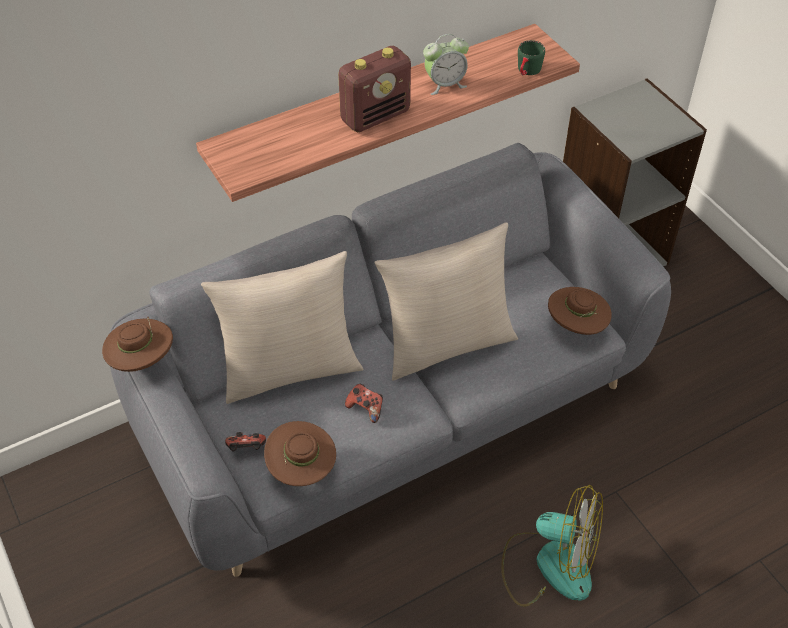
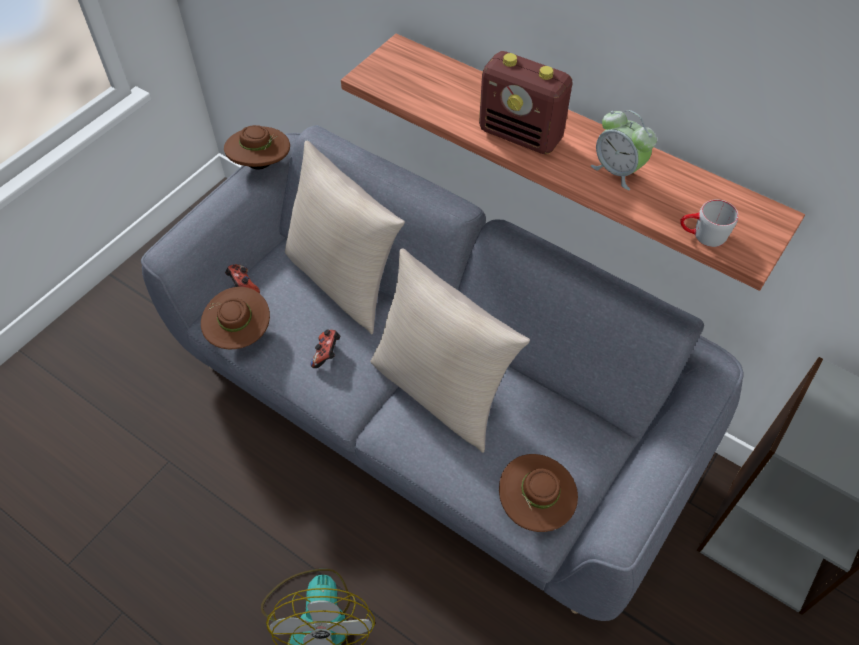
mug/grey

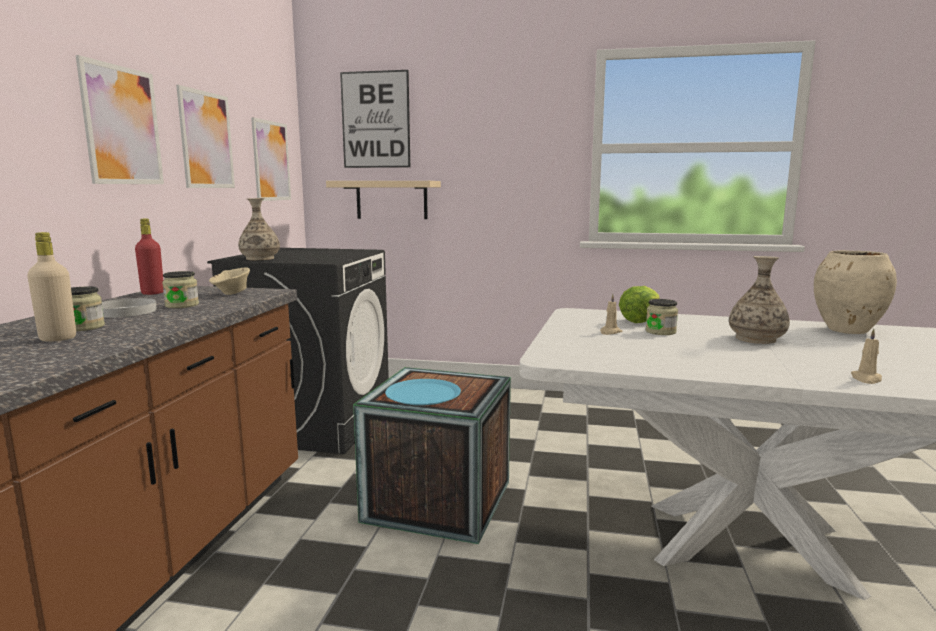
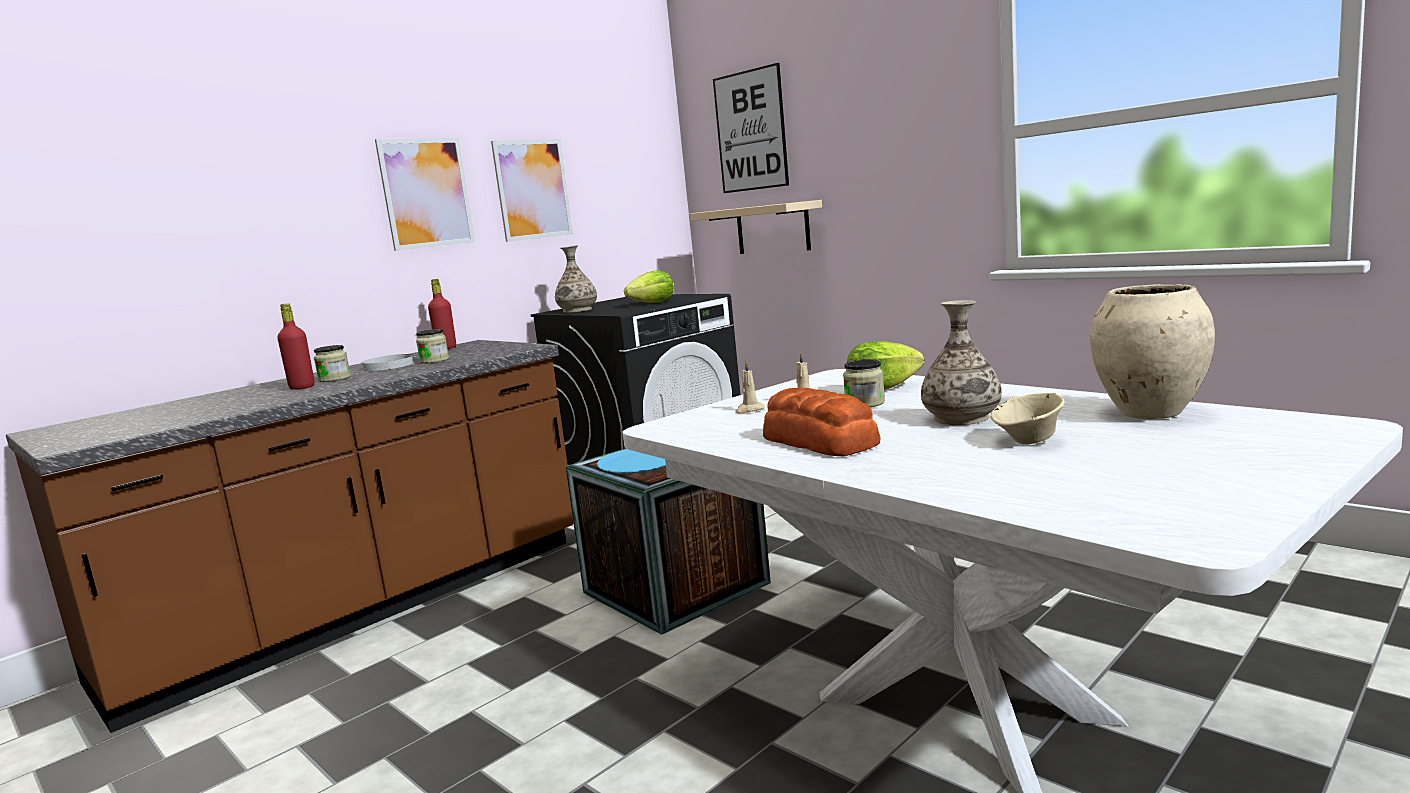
bottle/red (1st from left)
bowl/beige
picture (3rd from left in the first image)
candle/beige (1st from left)
lettuce (1st from left)
bread

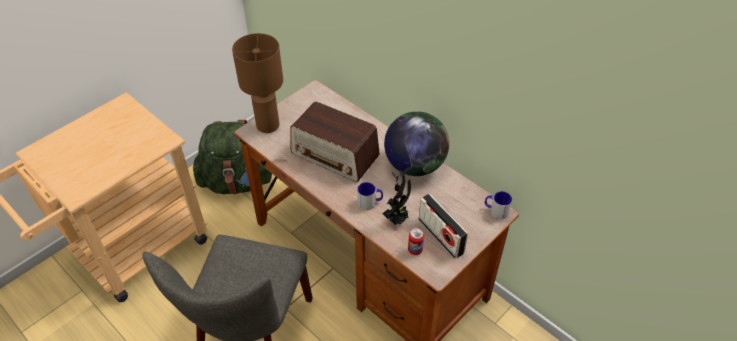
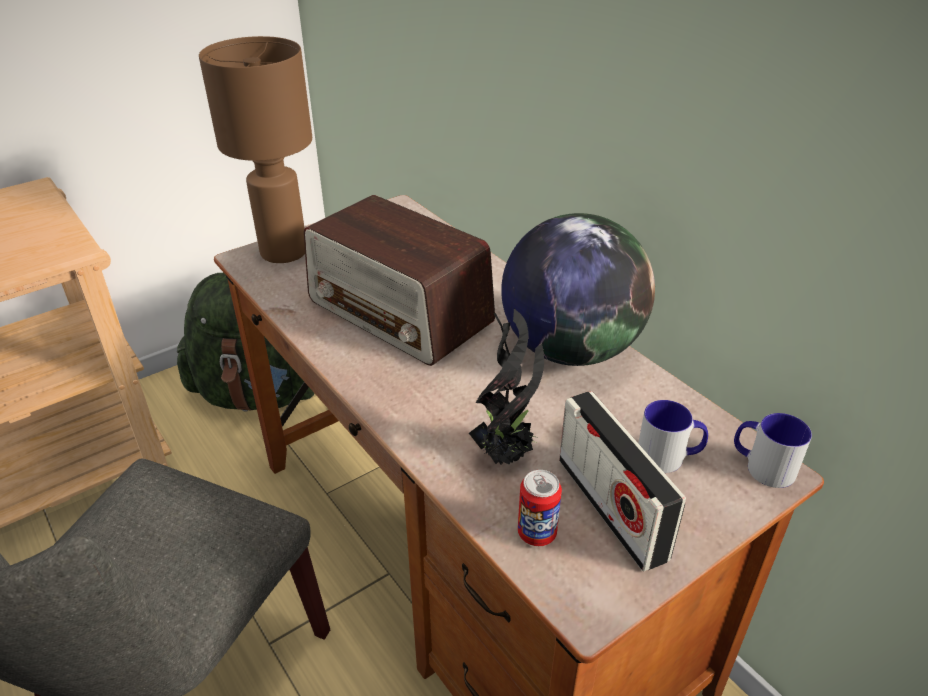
mug (1st from left)

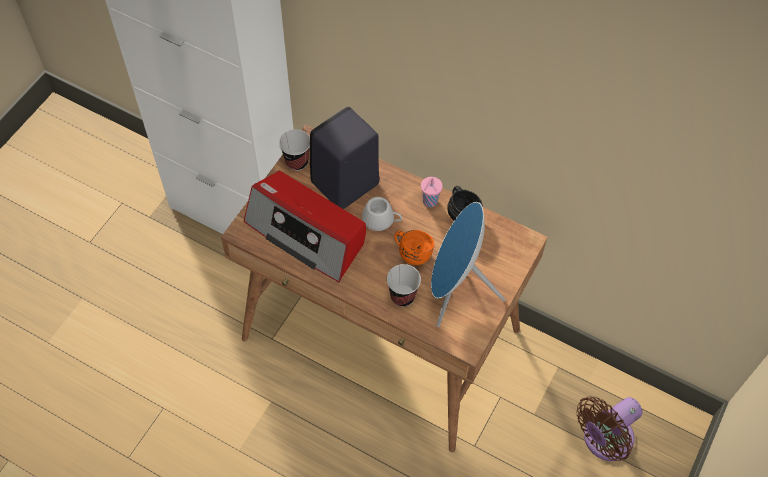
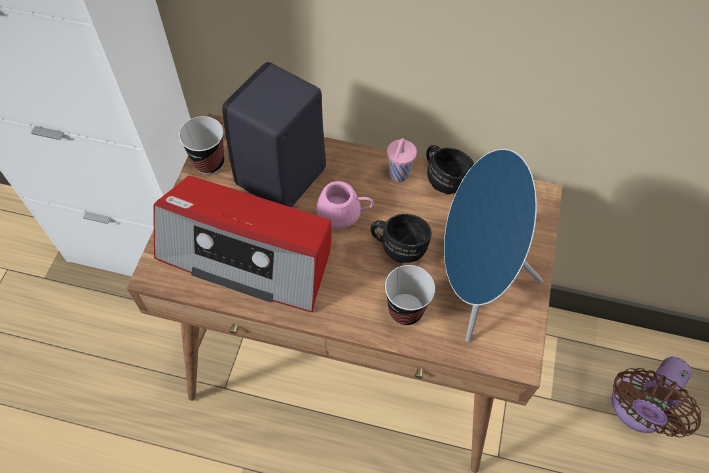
mug/pink
mug/black (1st from left)

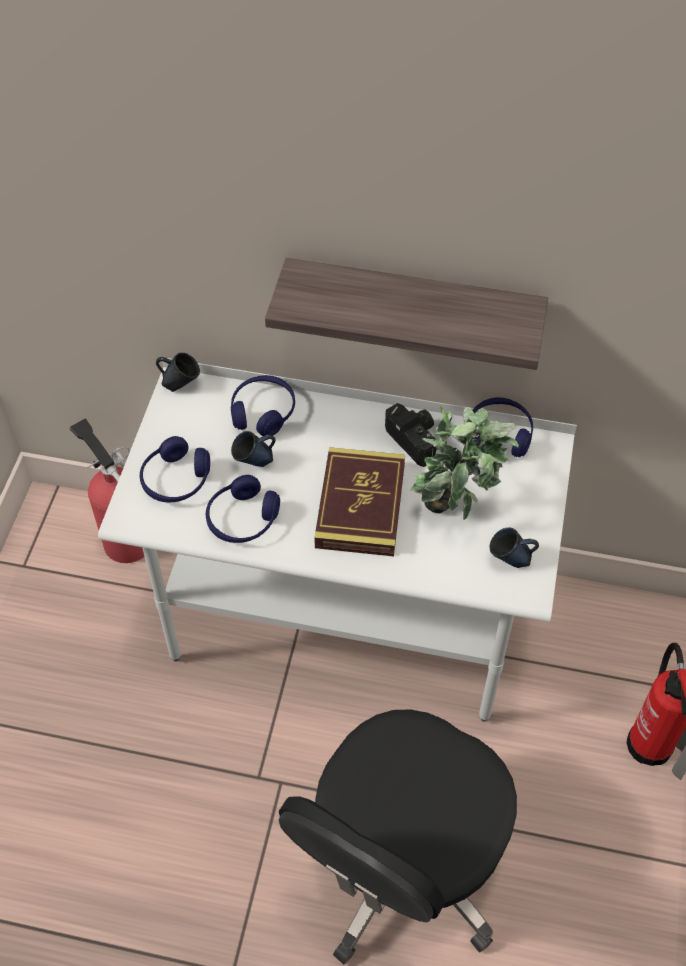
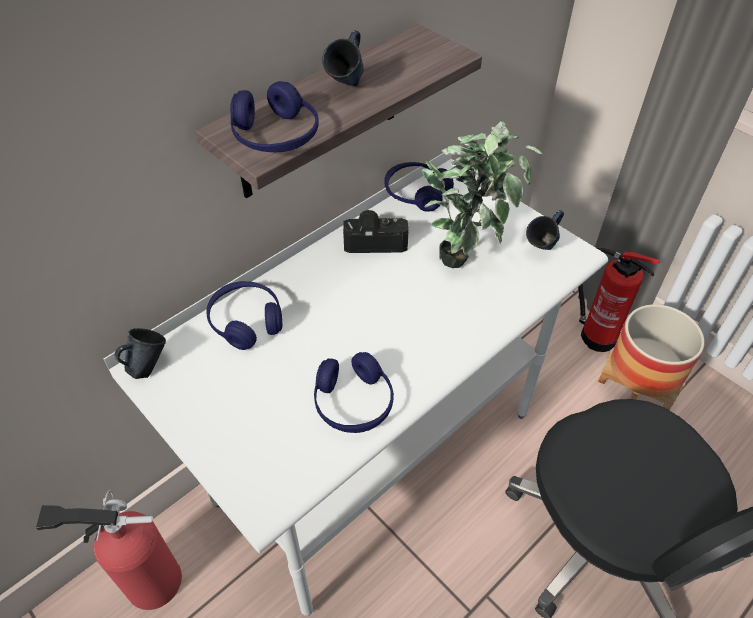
headphones/blue (2nd from left)
mug/blue (2nd from left)
book
planter

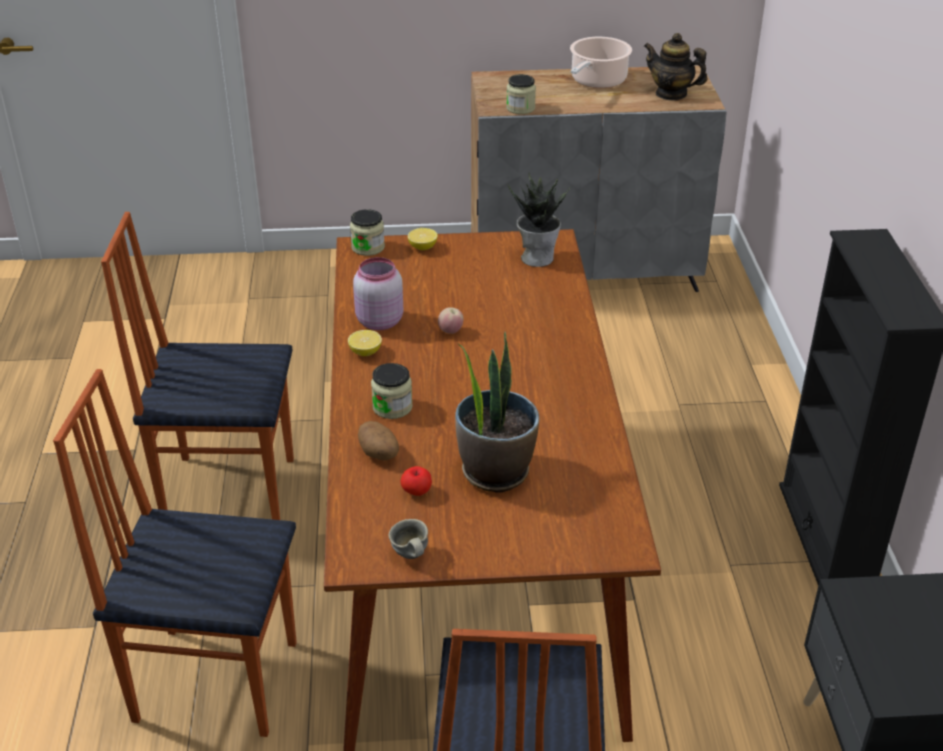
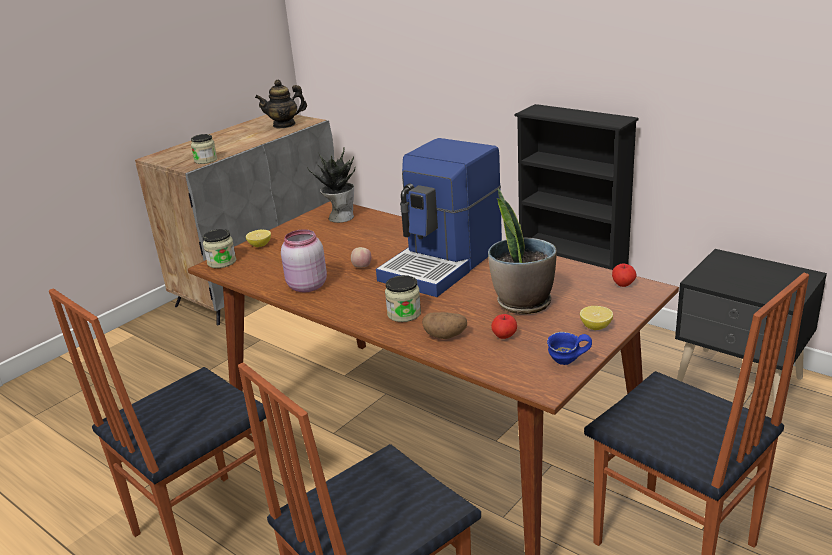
lemon (2nd from left)
mug/blue
cooking pot
coffee machine
apple (3rd from left)

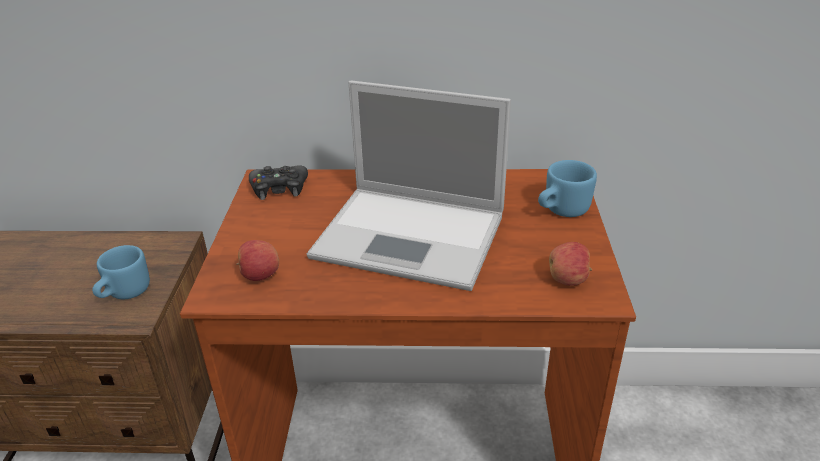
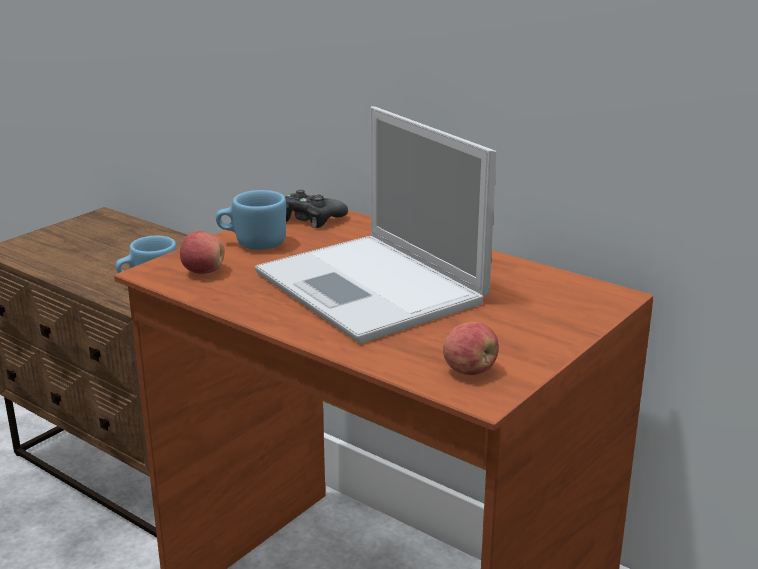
mug/blue (2nd from left)

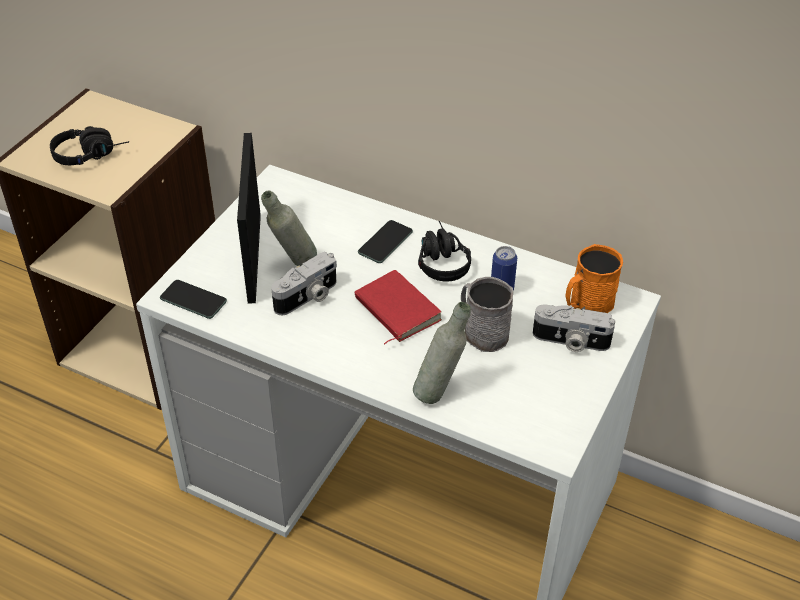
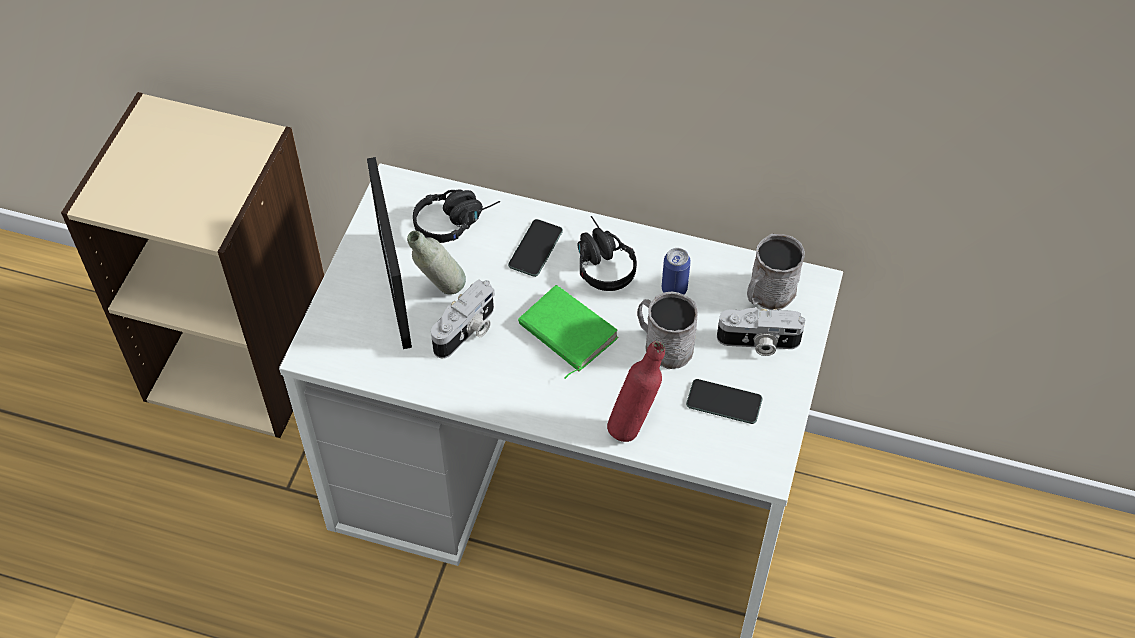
headphones/black (1st from left)
phone (2nd from left)
book/green
bottle/red
mug/grey (2nd from left)

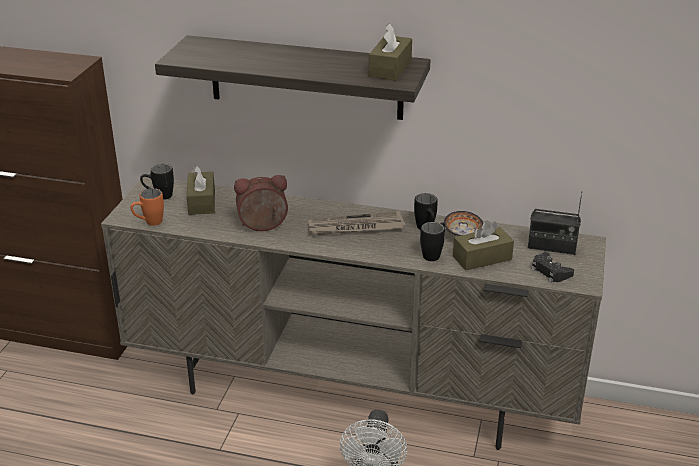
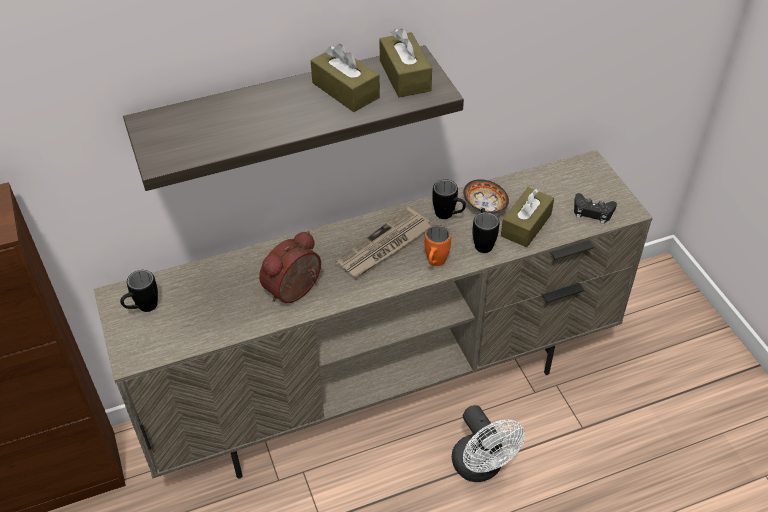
mug/orange
tissue box/brown (1st from left)
radio

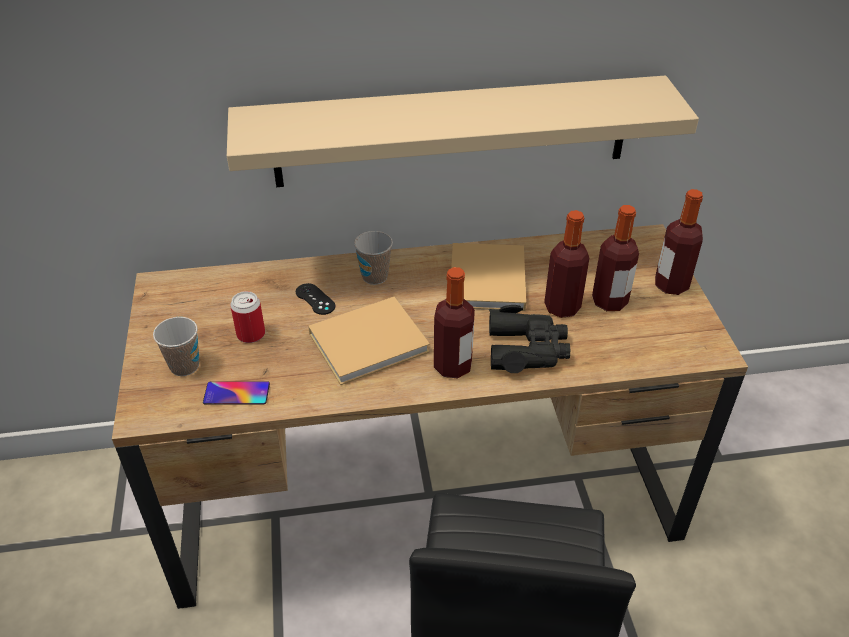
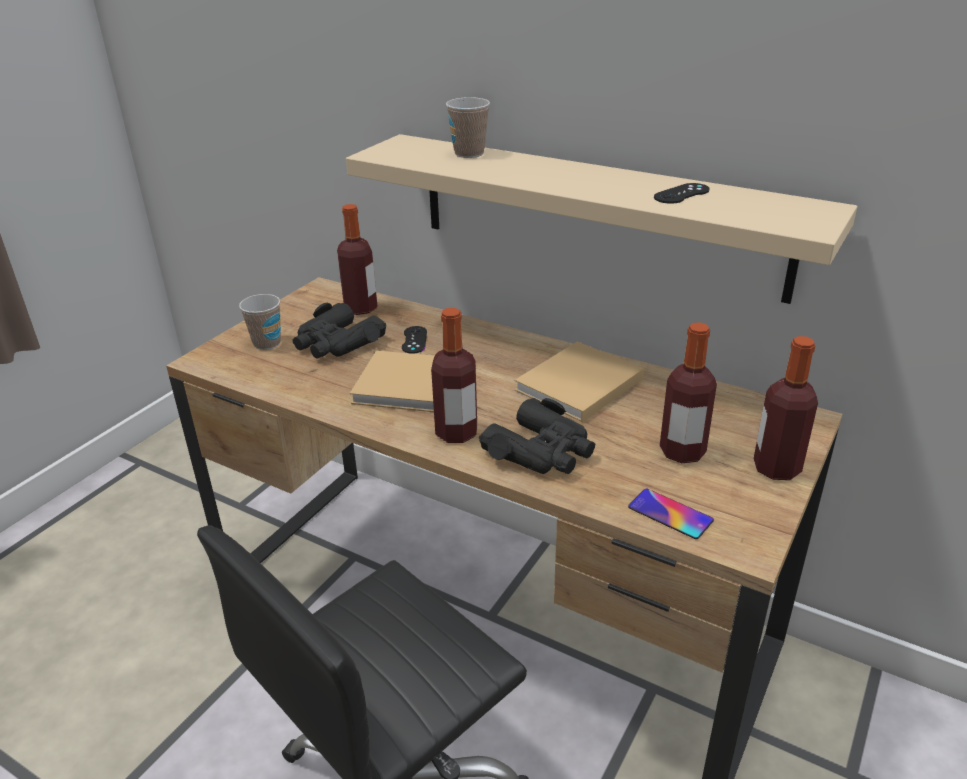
phone
binoculars/black (1st from left)
cup (2nd from left)
bottle (1st from left)
game controller/black (2nd from left)

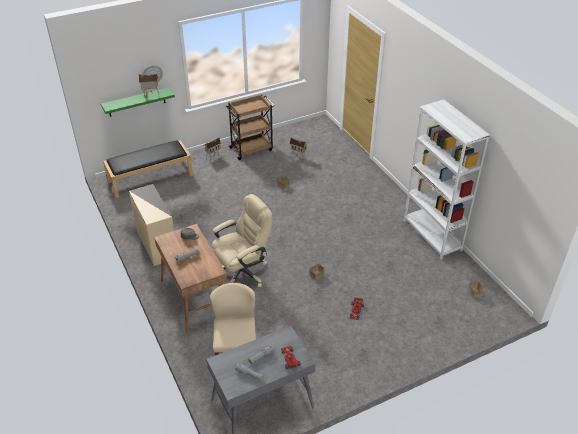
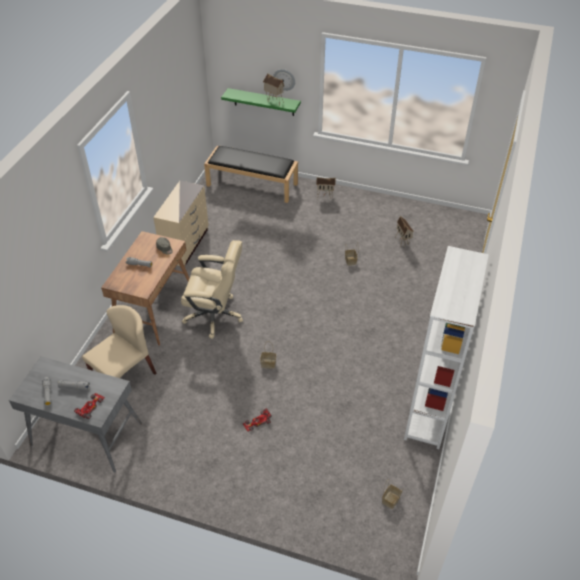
cart/brown

